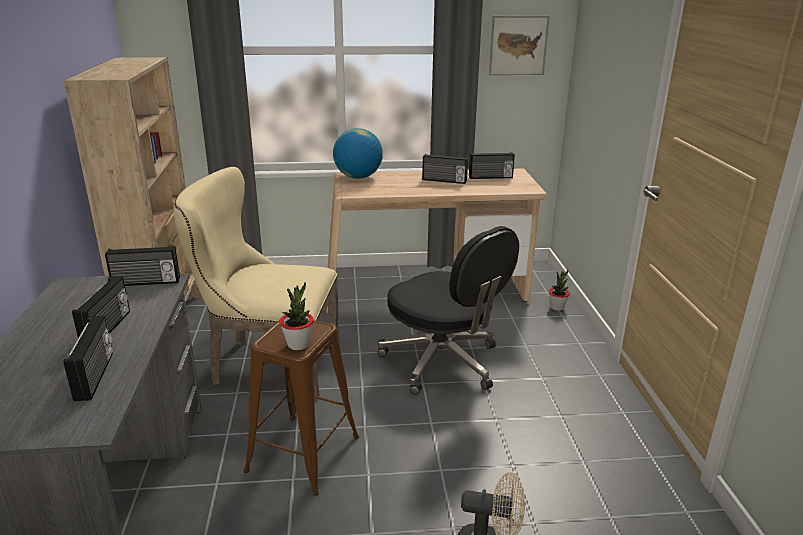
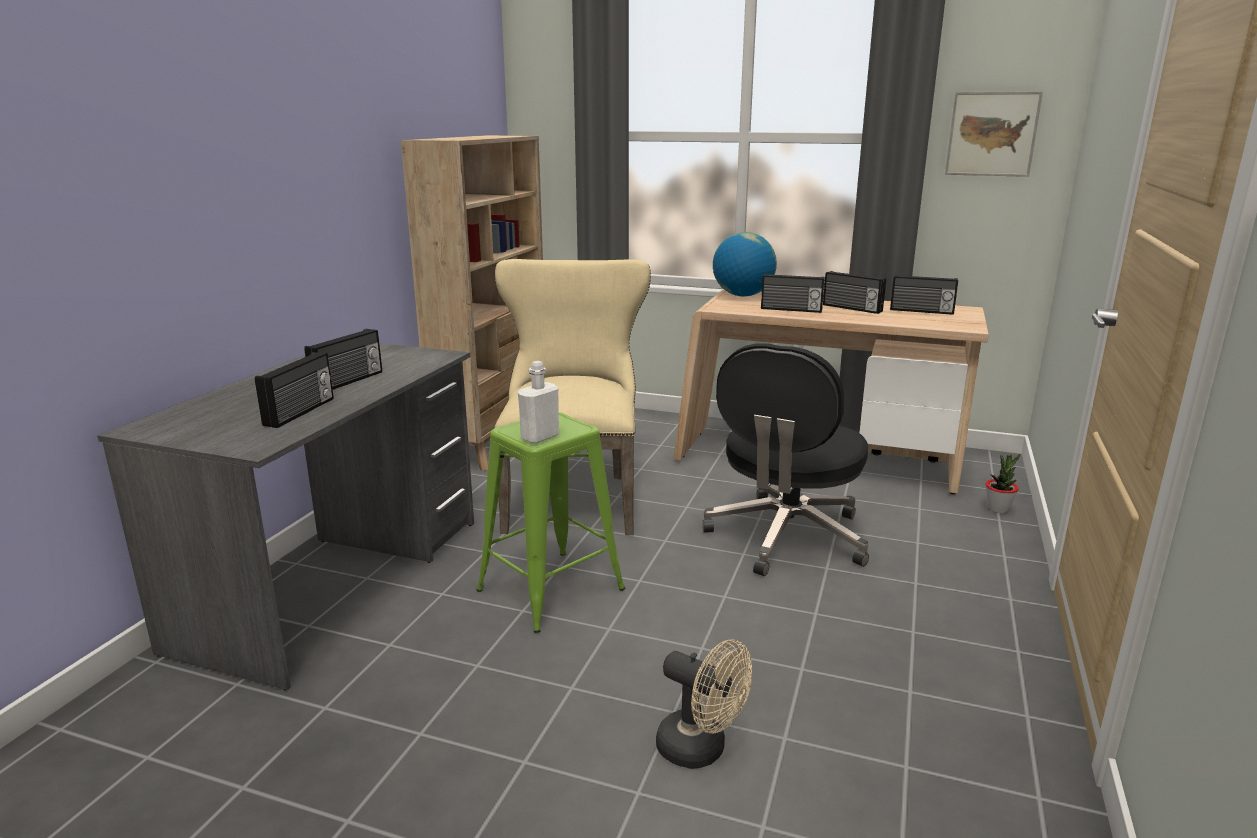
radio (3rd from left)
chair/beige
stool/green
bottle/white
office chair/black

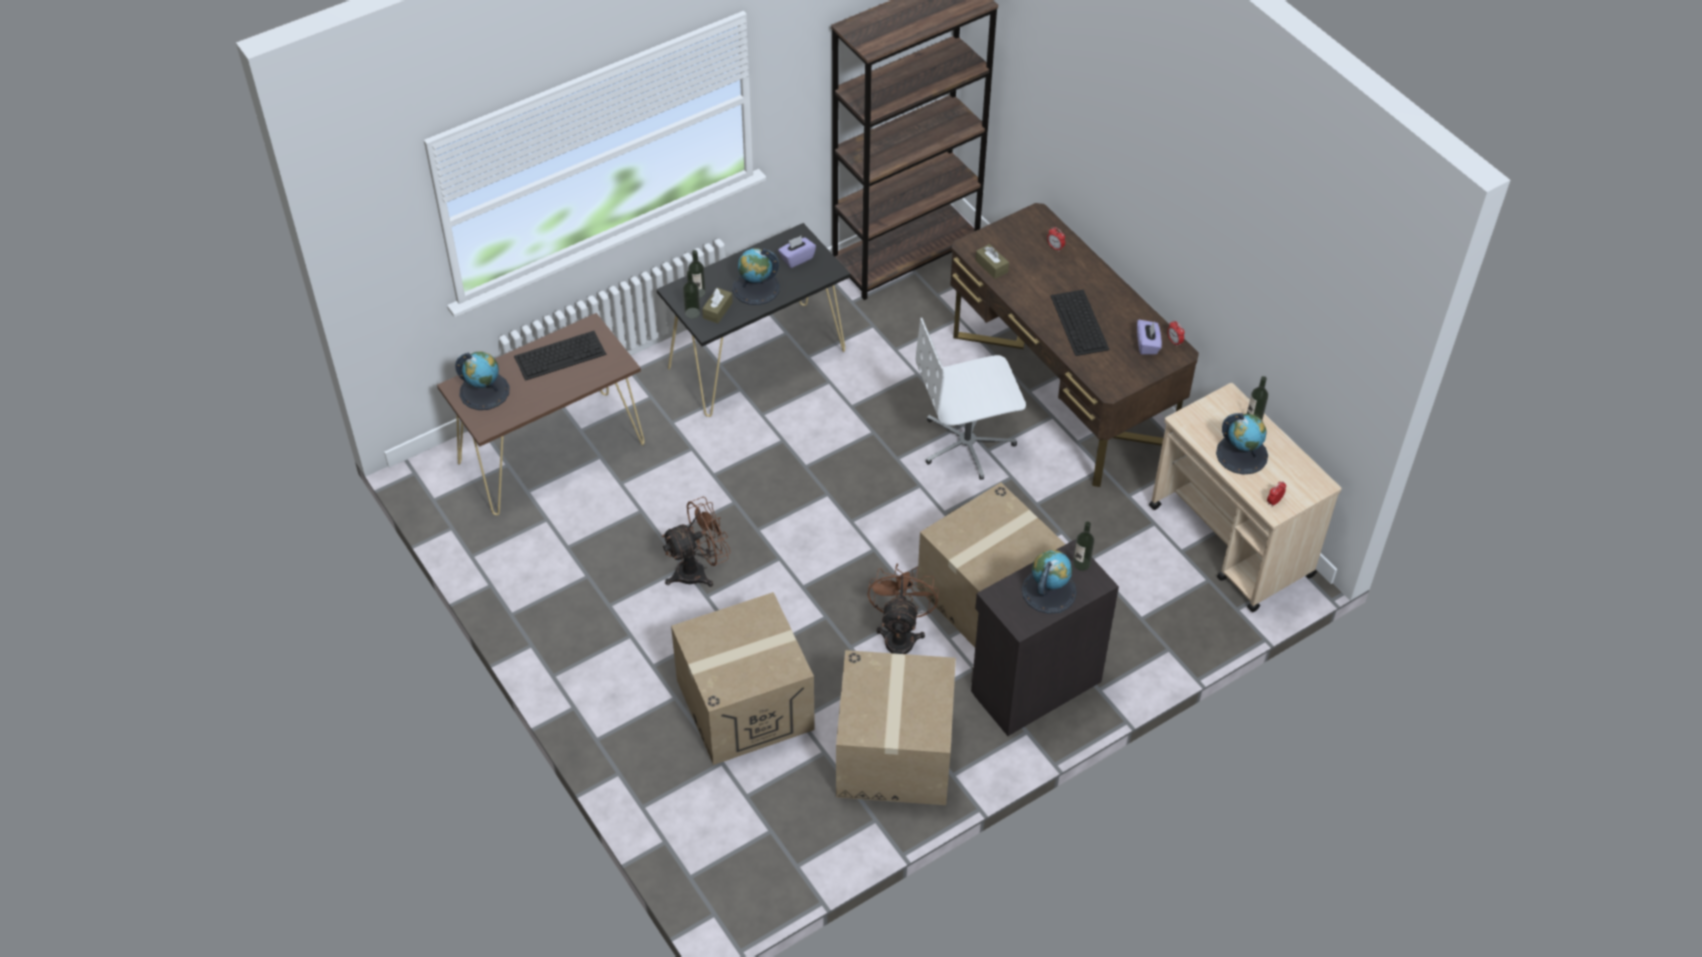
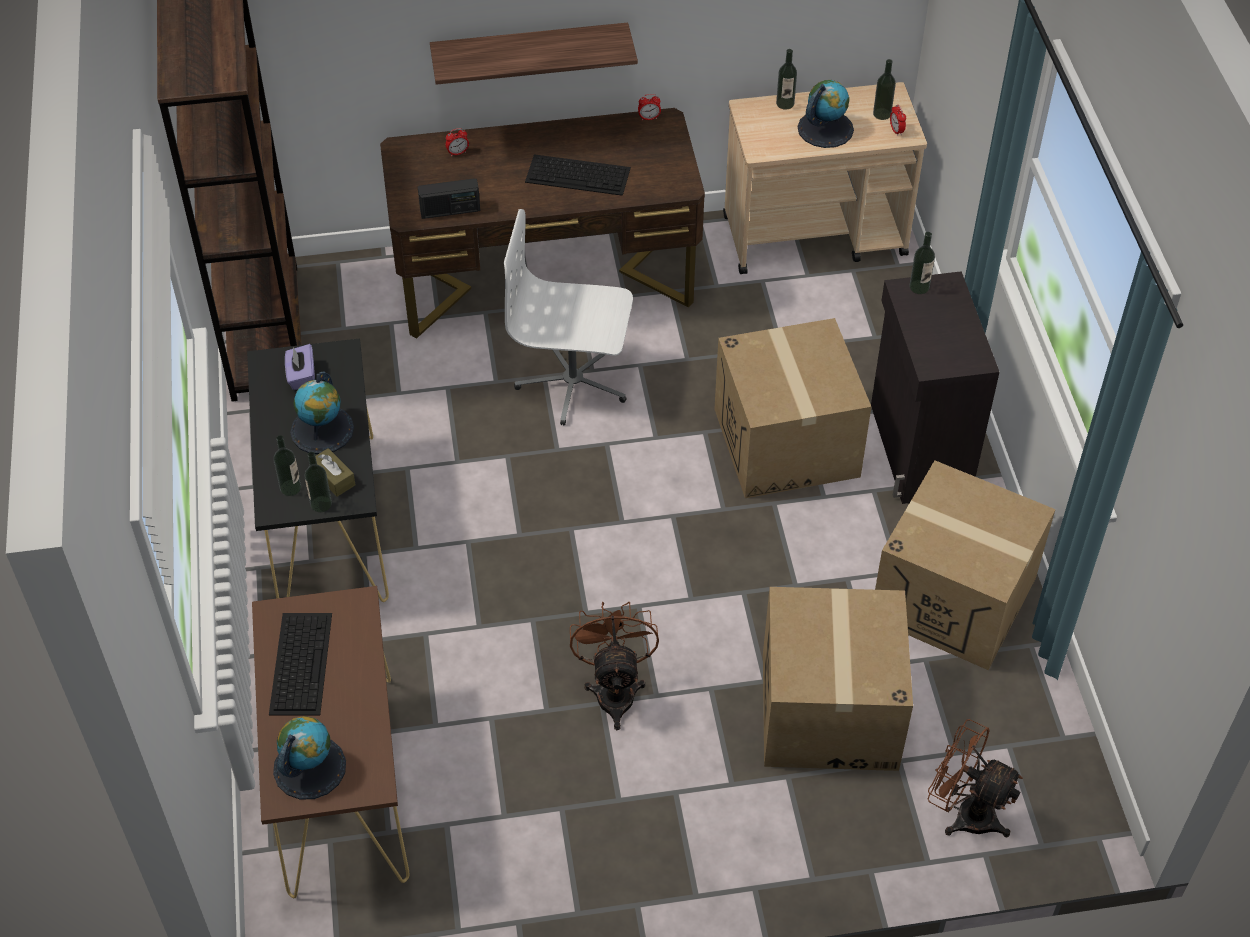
fan/brown (2nd from left)
office chair/white
radio
globe (3rd from left in the first image)
tissue box/purple (2nd from left in the first image)
shelf
bottle (4th from left)

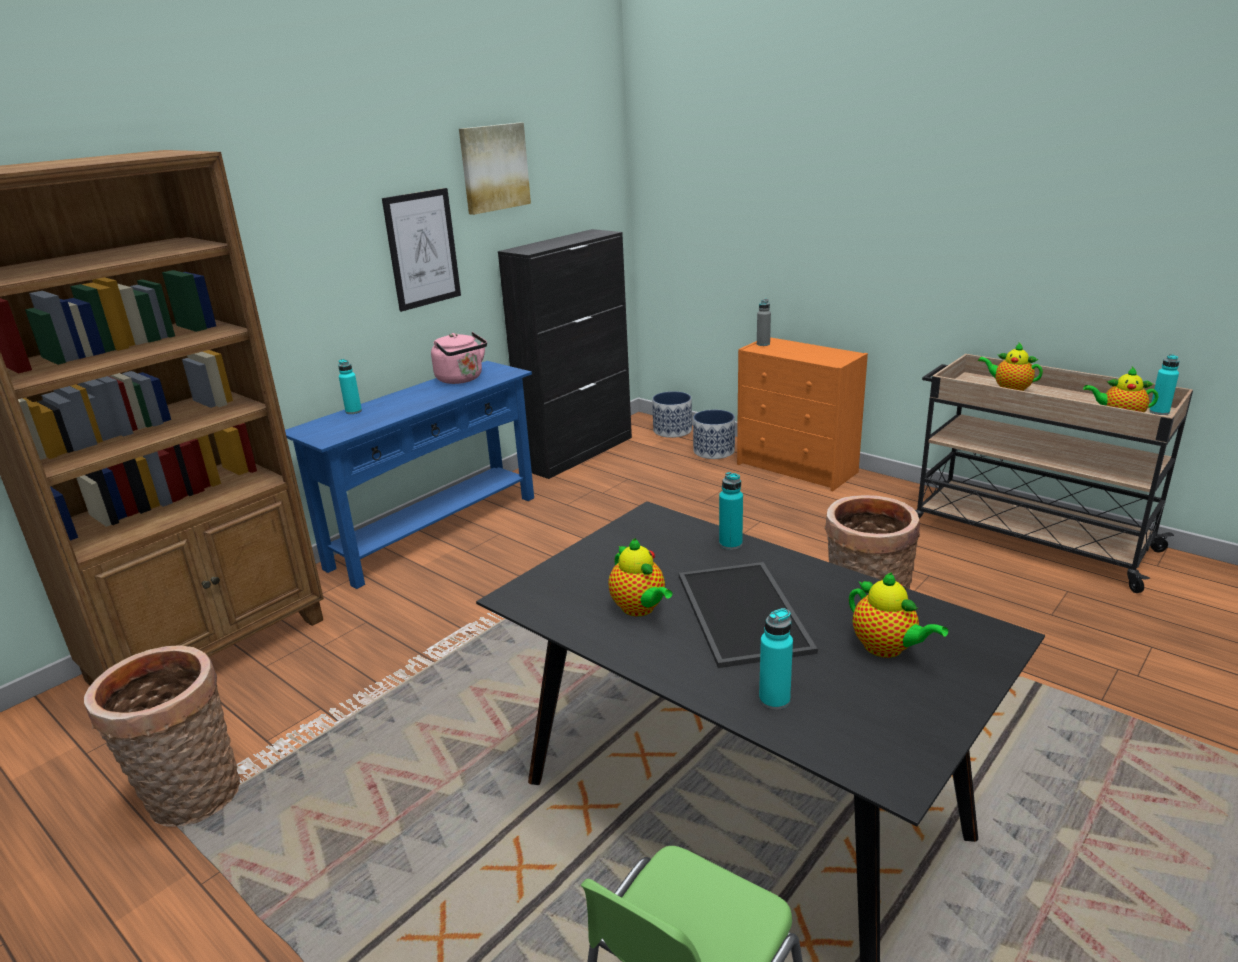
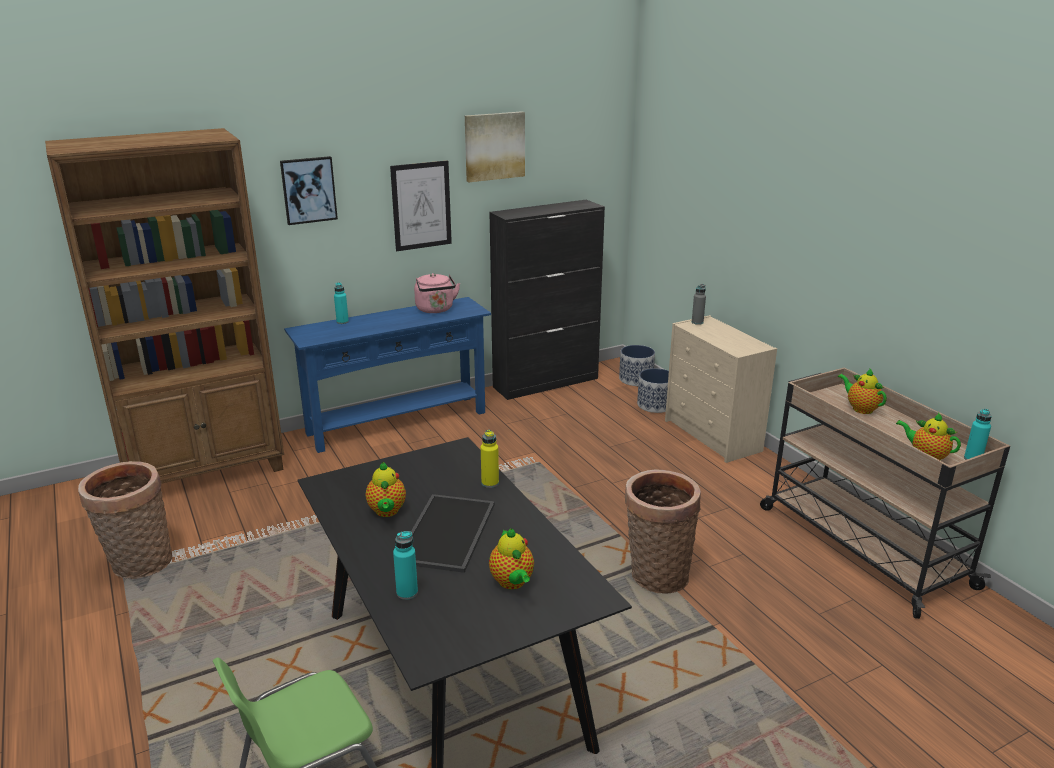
bottle/yellow
dresser/beige
picture (1st from left)

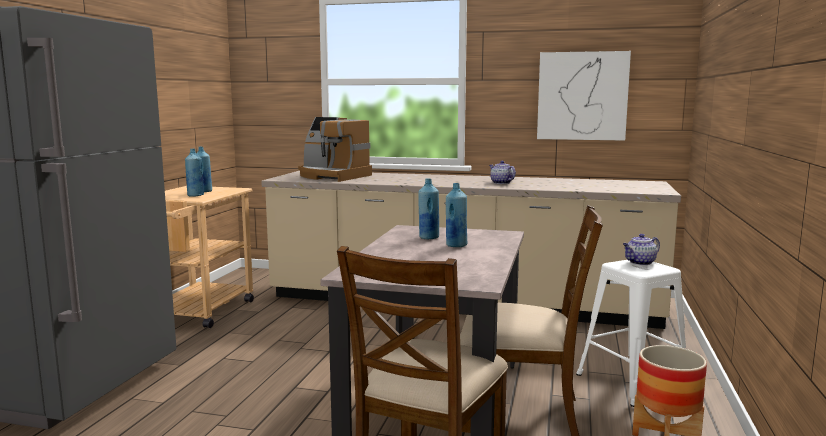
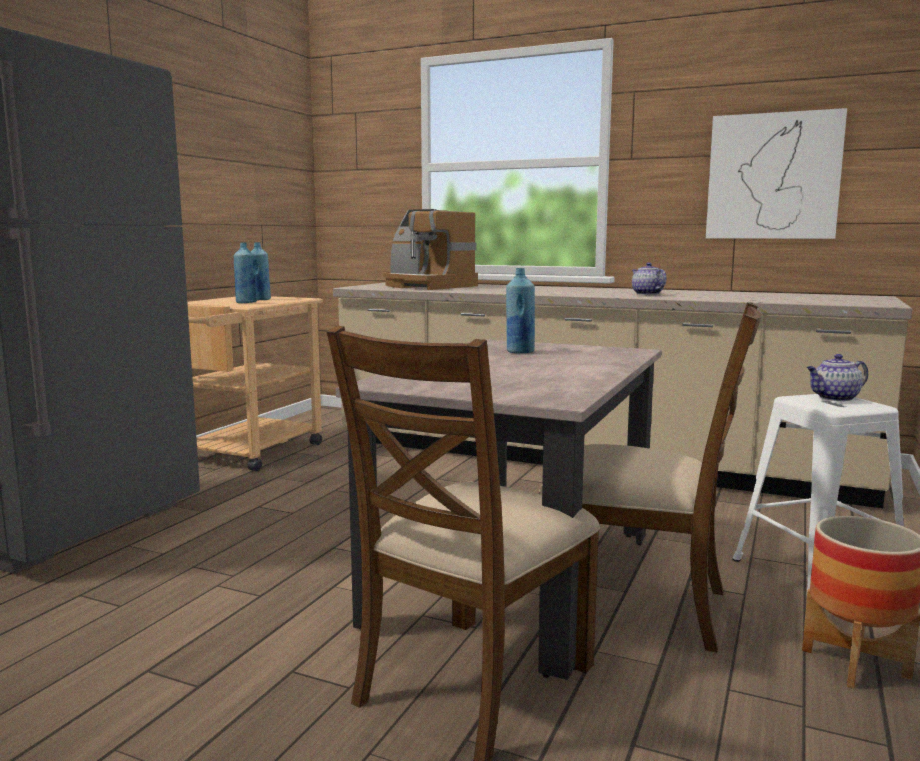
bottle/blue (4th from left in the first image)

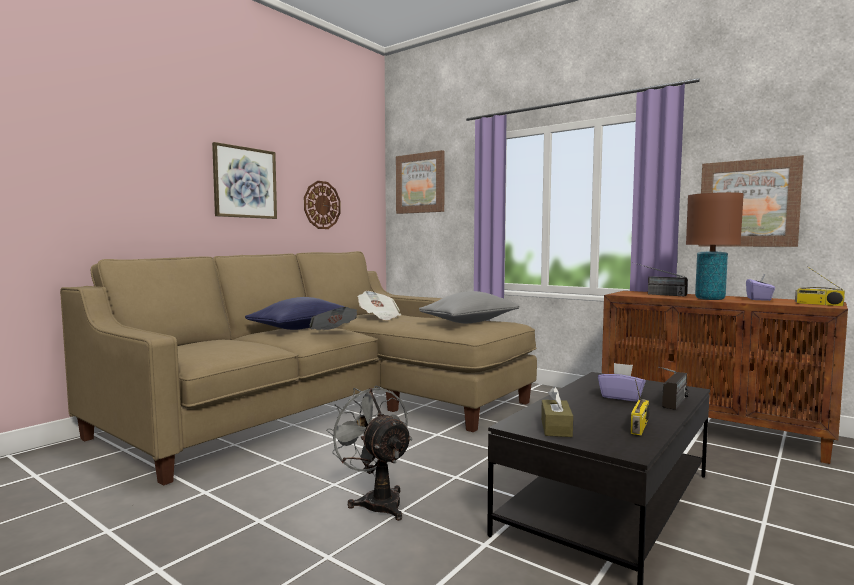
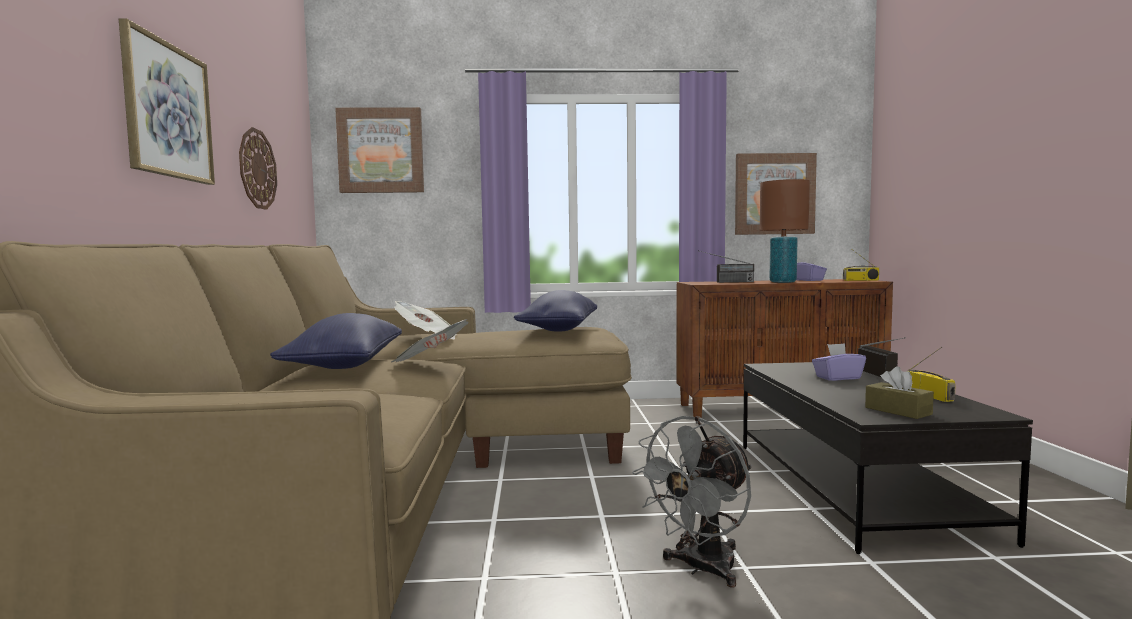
fan/grey
pillow/blue (2nd from left)

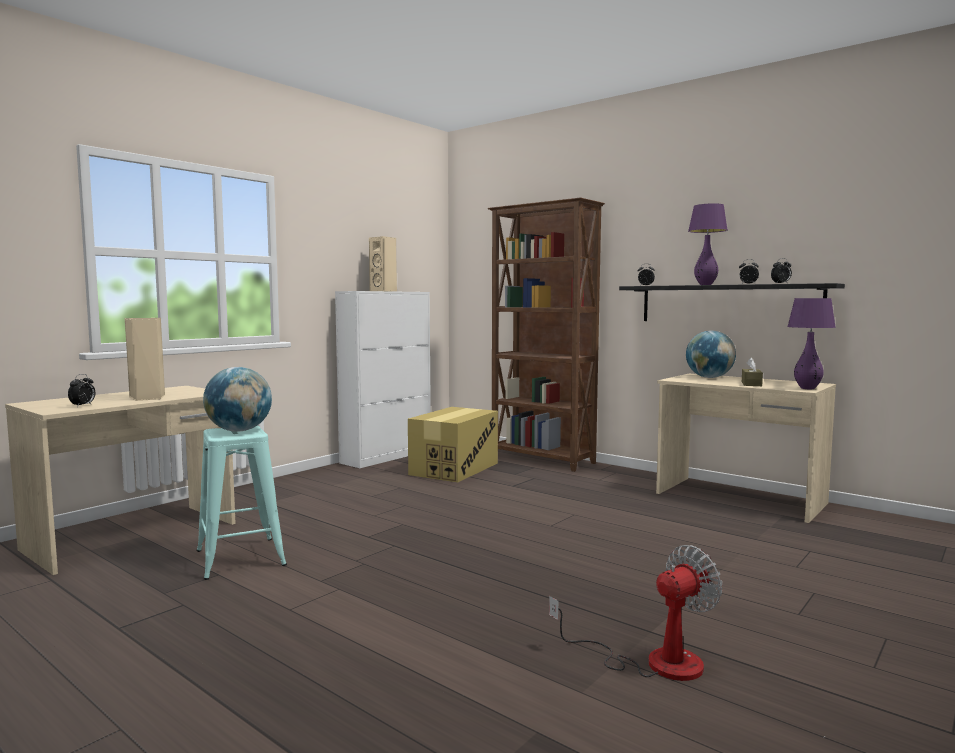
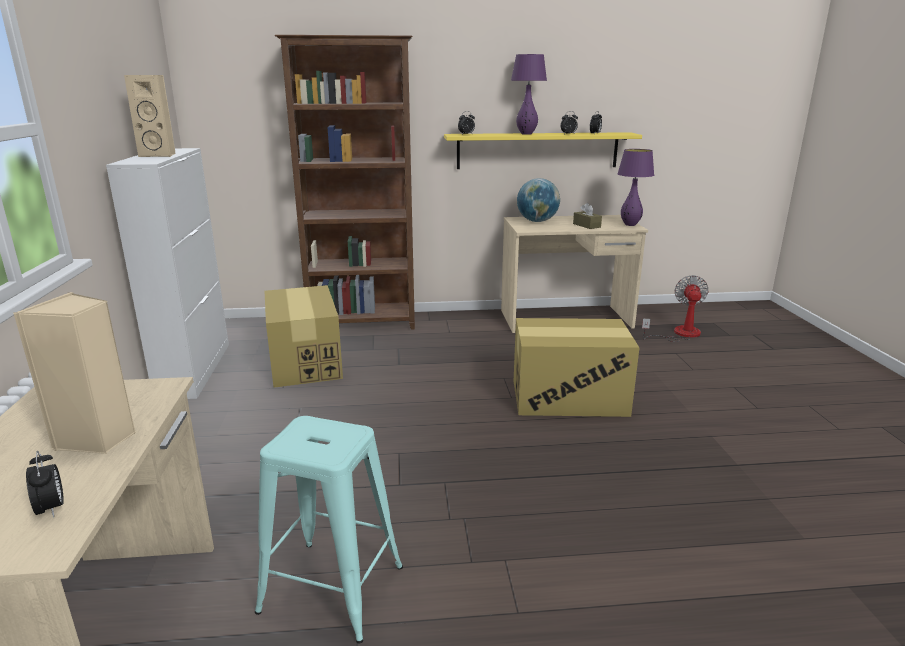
globe (1st from left in the first image)
fan
shelf/yellow
cardboard box (2nd from left)

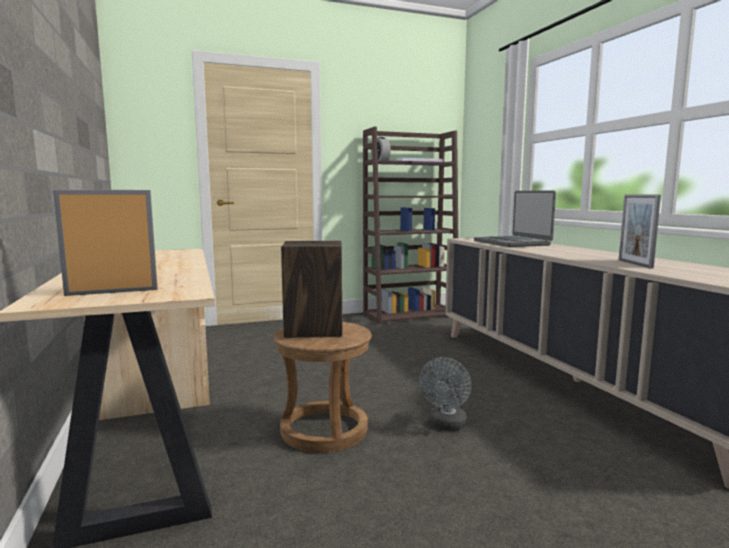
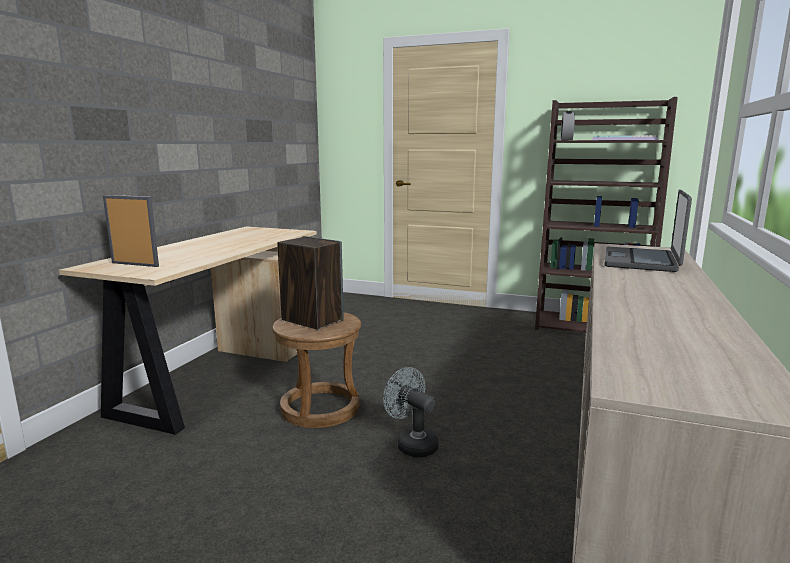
fan/grey
picture frame (2nd from left in the first image)

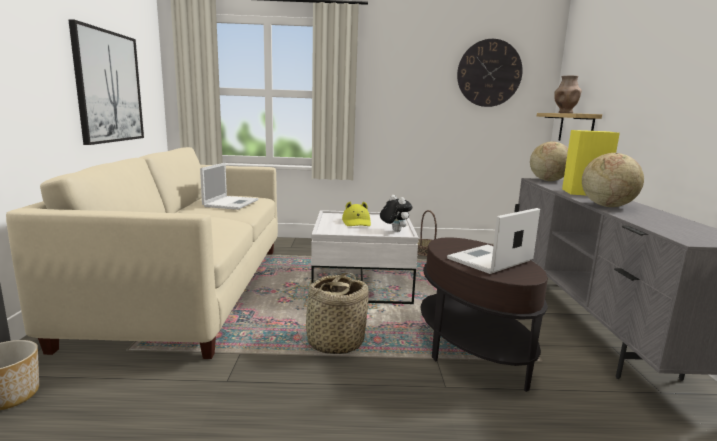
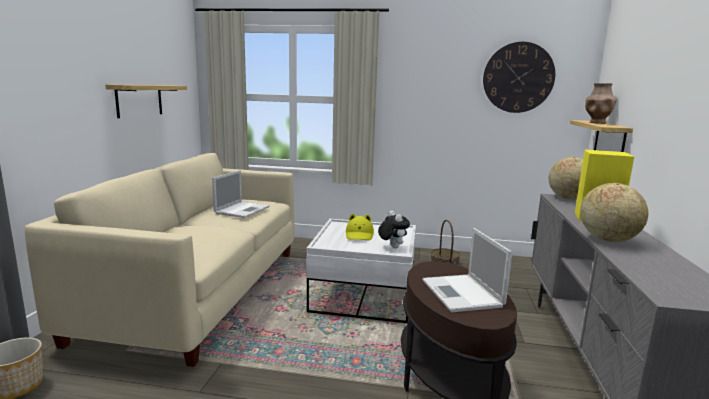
shelf (1st from left)
basket (1st from left in the first image)
laptop (2nd from left)

